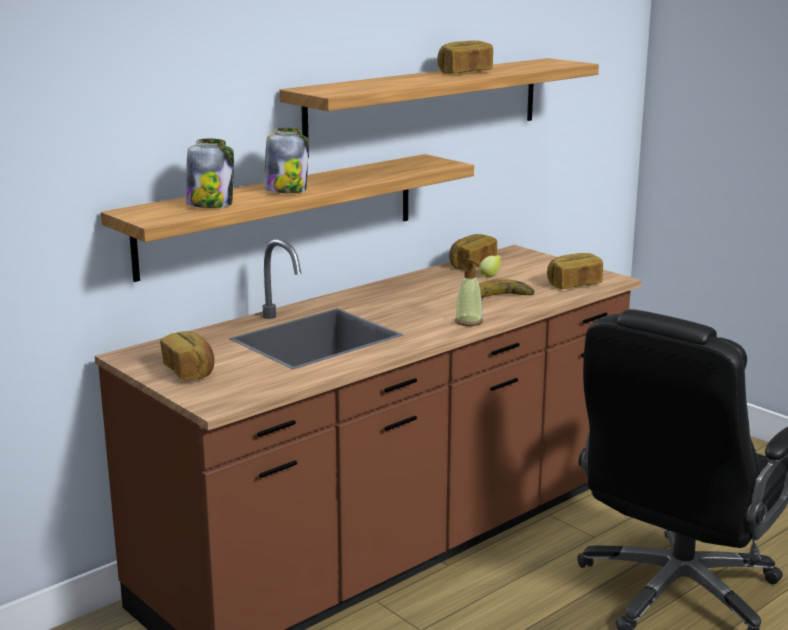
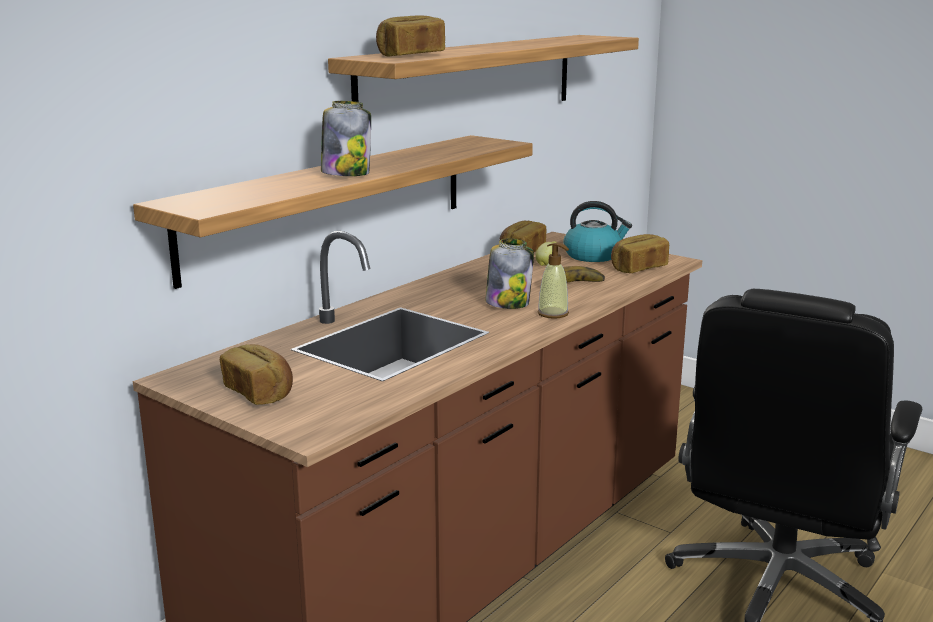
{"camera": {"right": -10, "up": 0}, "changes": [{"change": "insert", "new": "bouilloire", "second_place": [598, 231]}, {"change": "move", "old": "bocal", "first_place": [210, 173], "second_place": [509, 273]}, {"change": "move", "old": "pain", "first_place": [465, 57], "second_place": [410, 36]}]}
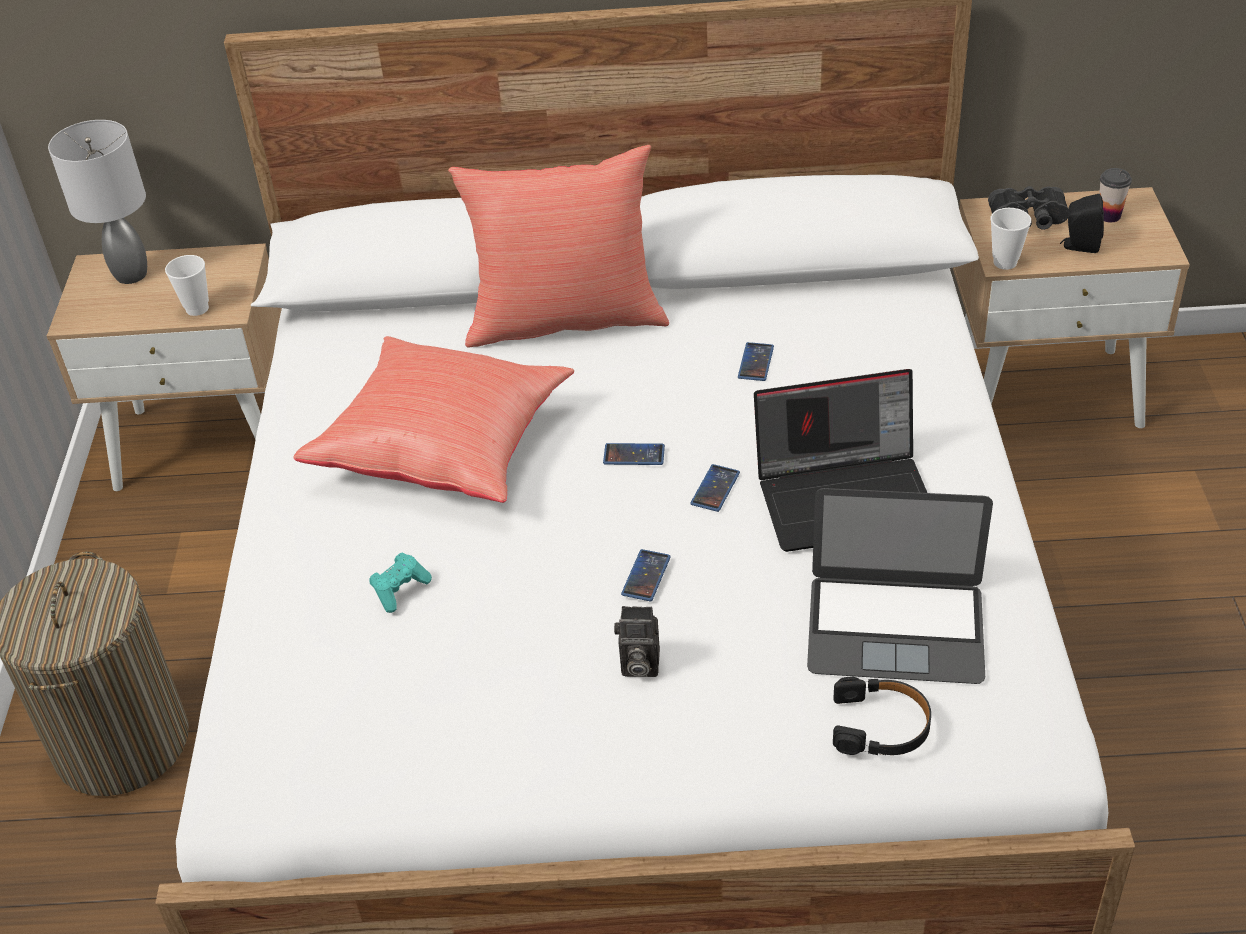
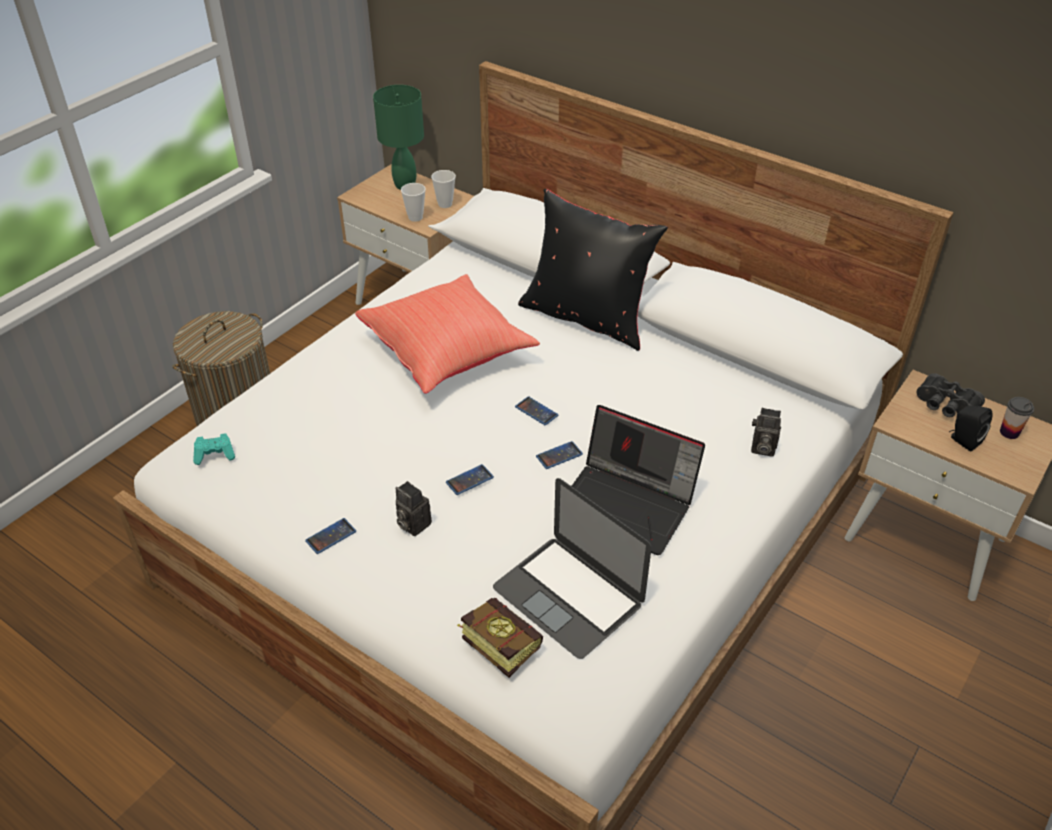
{"camera": {"right": 35, "up": 0}, "changes": [{"change": "insert", "new": "appareil photo", "second_place": [766, 432]}, {"change": "move", "old": "manette (turquoise)", "first_place": [400, 583], "second_place": [214, 449]}, {"change": "move", "old": "téléphone", "first_place": [756, 361], "second_place": [330, 536]}, {"change": "move", "old": "tasse", "first_place": [1011, 239], "second_place": [443, 189]}, {"change": "replace", "old": "casque audio (noir)", "new": "livre", "first_place": [882, 716], "second_place": [500, 638]}, {"change": "recolor", "old": "lampe de table (gris)", "new": "lampe de table (vert)", "first_place": [97, 202], "second_place": [398, 137]}, {"change": "recolor", "old": "coussin (rouge)", "new": "coussin (noir)", "first_place": [558, 246], "second_place": [593, 270]}]}
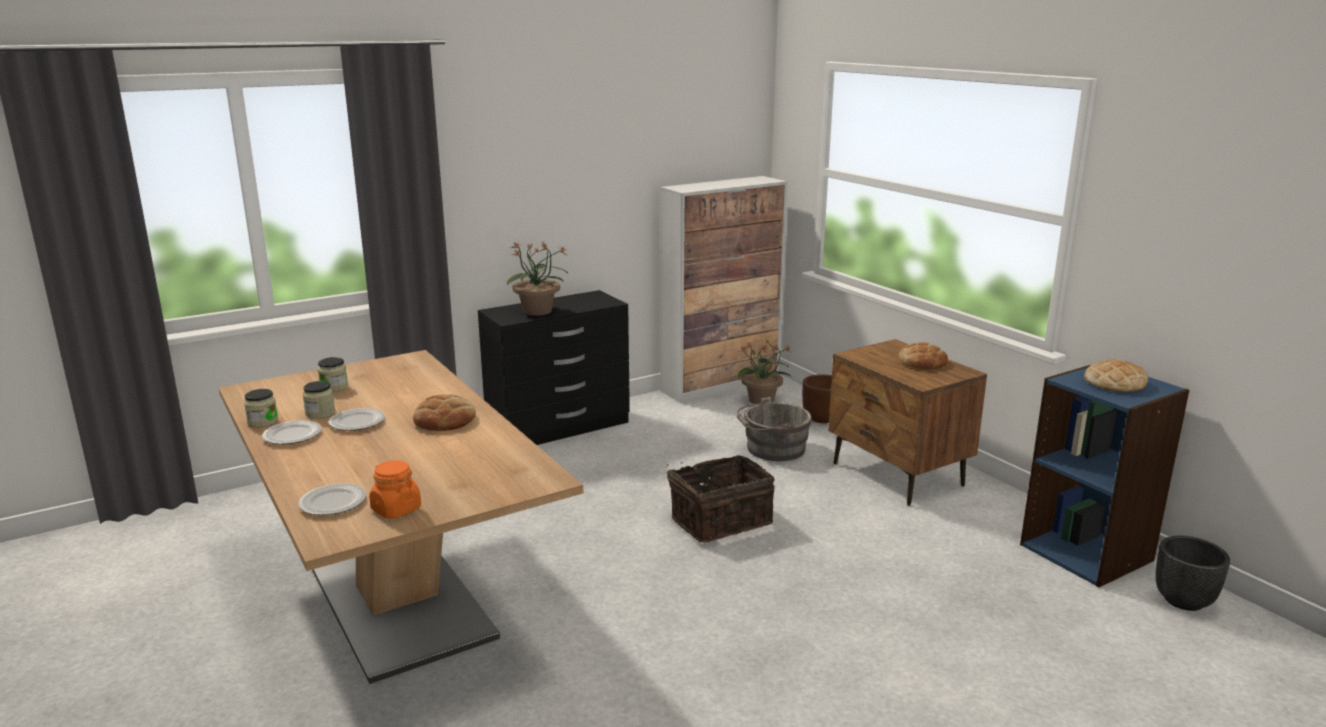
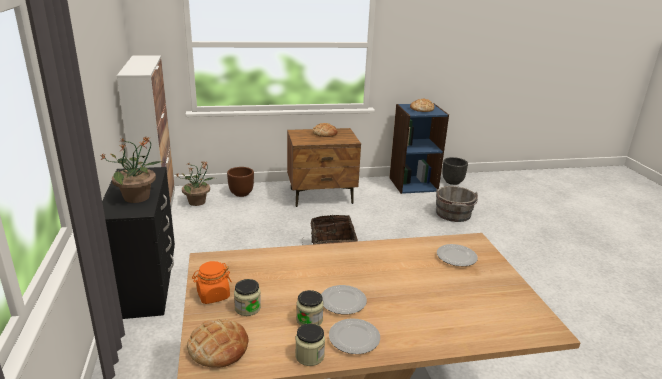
{"camera": {"right": -70, "up": 5}, "changes": [{"change": "move", "old": "assiette", "first_place": [332, 499], "second_place": [457, 255]}, {"change": "move", "old": "bocal (orange)", "first_place": [395, 489], "second_place": [212, 282]}, {"change": "move", "old": "pain", "first_place": [444, 412], "second_place": [218, 343]}, {"change": "move", "old": "seau (gris)", "first_place": [774, 429], "second_place": [457, 204]}]}
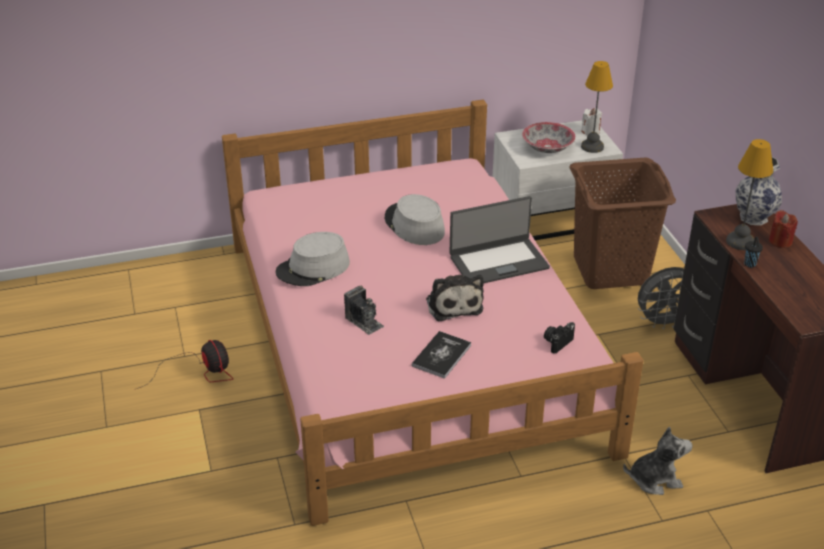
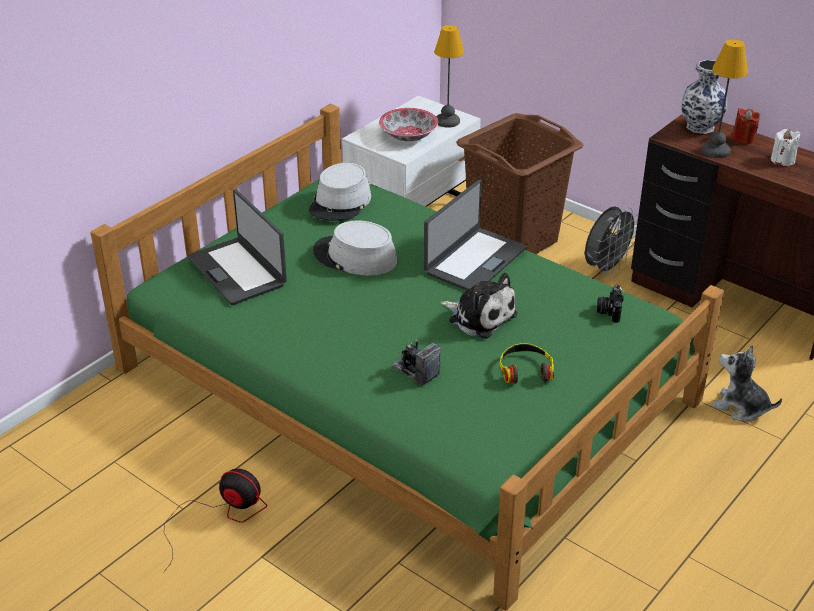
{"camera": {"right": -35, "up": 0}, "changes": [{"change": "delete", "old": "tasse (noir)", "first_place": [753, 251]}, {"change": "insert", "new": "ordinateur portable", "second_place": [237, 247]}, {"change": "move", "old": "chapeau (gris)", "first_place": [312, 259], "second_place": [340, 192]}, {"change": "move", "old": "bougie (blanc)", "first_place": [591, 121], "second_place": [785, 147]}, {"change": "replace", "old": "livre", "new": "casque audio", "first_place": [441, 355], "second_place": [527, 363]}, {"change": "recolor", "old": "lit (rose)", "new": "lit (vert)", "first_place": [433, 313], "second_place": [407, 357]}, {"change": "rotate", "old": "appareil photo", "first_place": [364, 310], "second_place": [416, 362], "degrees": -150}, {"change": "rotate", "old": "peluche", "first_place": [657, 461], "second_place": [747, 383], "degrees": -105}]}
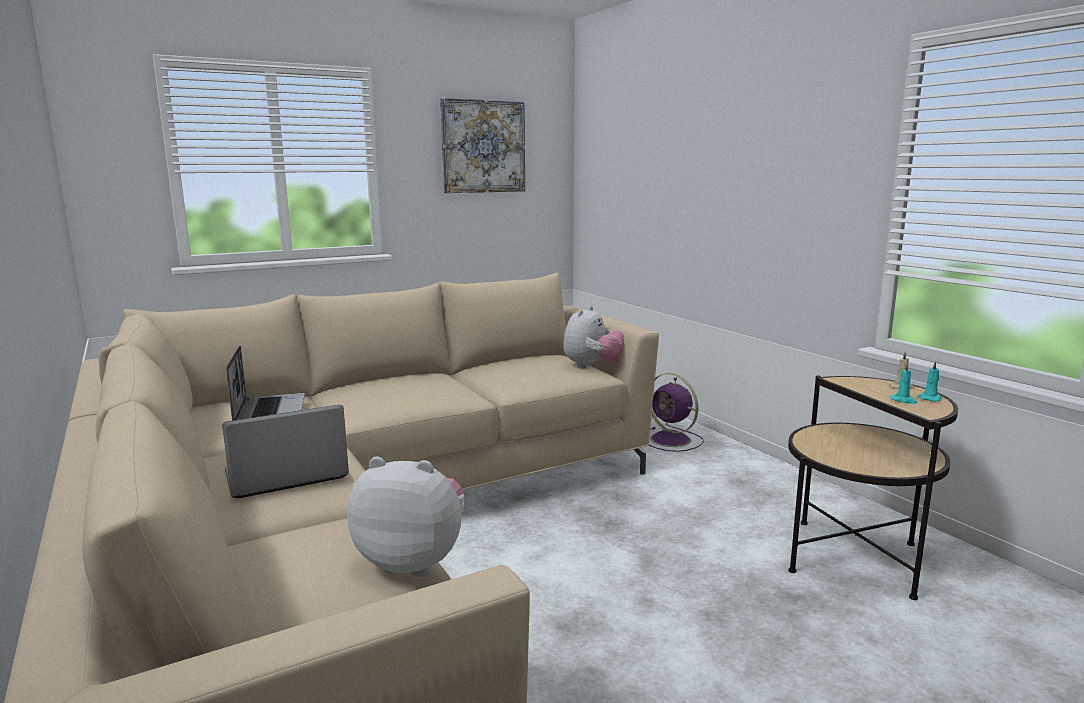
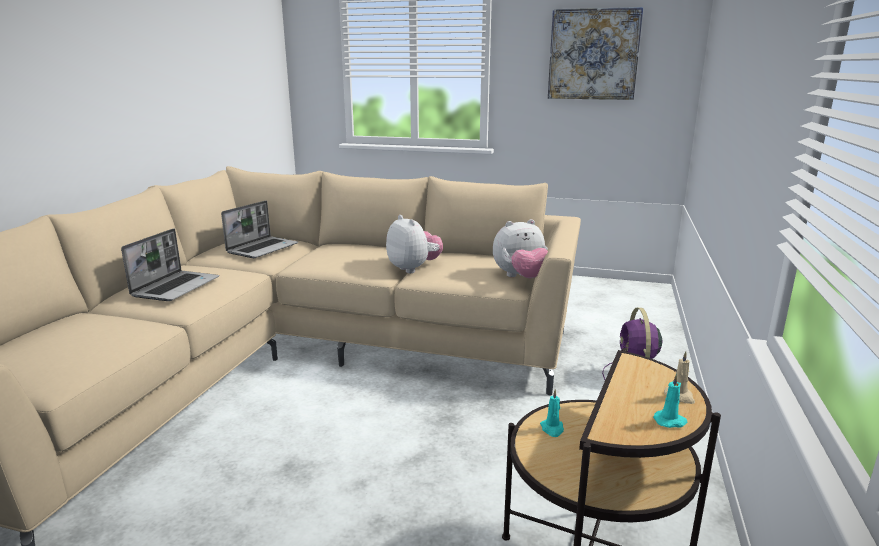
{"camera": {"right": 45, "up": 5}, "changes": [{"change": "move", "old": "peluche", "first_place": [406, 517], "second_place": [414, 244]}, {"change": "move", "old": "bougie (turquoise)", "first_place": [903, 383], "second_place": [552, 413]}, {"change": "rotate", "old": "ordinateur portable", "first_place": [285, 451], "second_place": [170, 264], "degrees": 90}]}
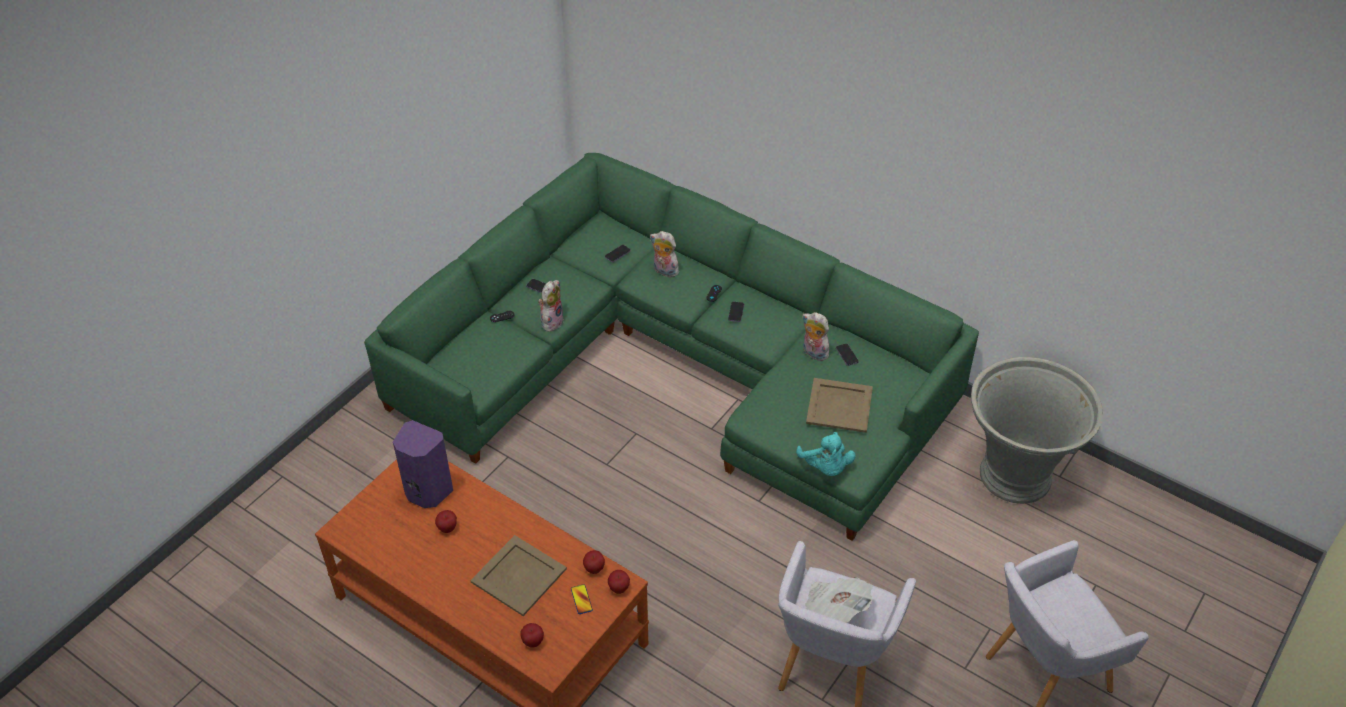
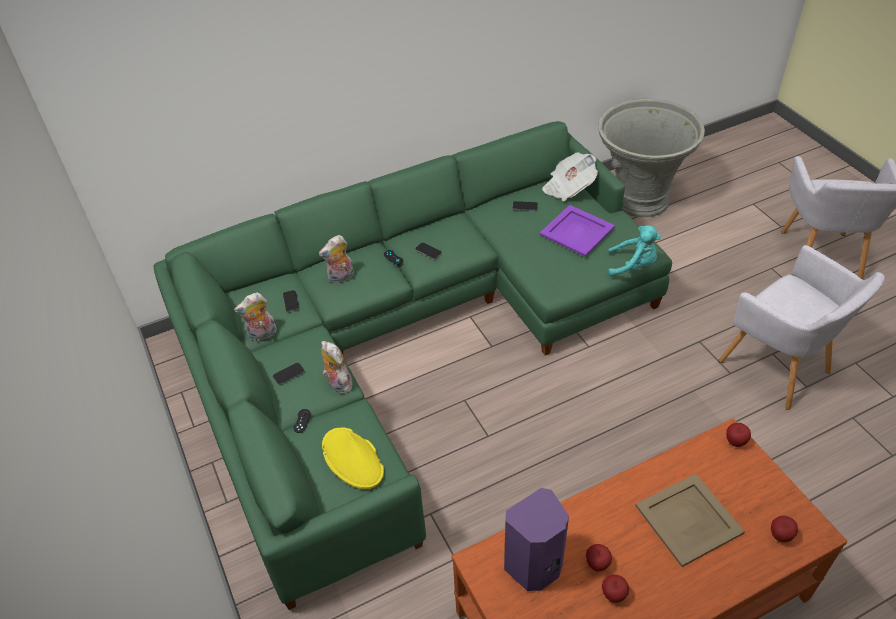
{"camera": {"right": -60, "up": 0}, "changes": [{"change": "delete", "old": "téléphone", "first_place": [582, 599]}, {"change": "insert", "new": "chapeau (jaune)", "second_place": [353, 458]}, {"change": "move", "old": "pomme", "first_place": [594, 562], "second_place": [615, 589]}, {"change": "move", "old": "peluche", "first_place": [815, 336], "second_place": [255, 316]}, {"change": "move", "old": "journal", "first_place": [839, 600], "second_place": [570, 176]}, {"change": "recolor", "old": "plateau (beige)", "new": "plateau (violet)", "first_place": [839, 405], "second_place": [577, 231]}]}
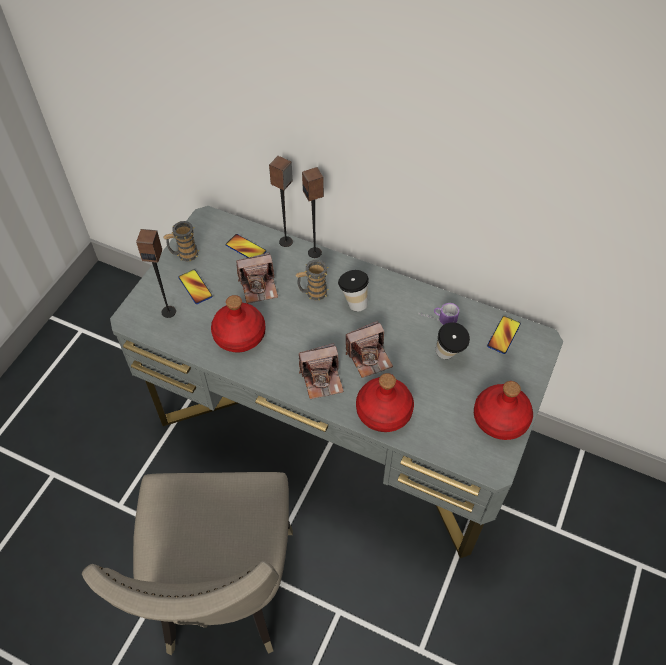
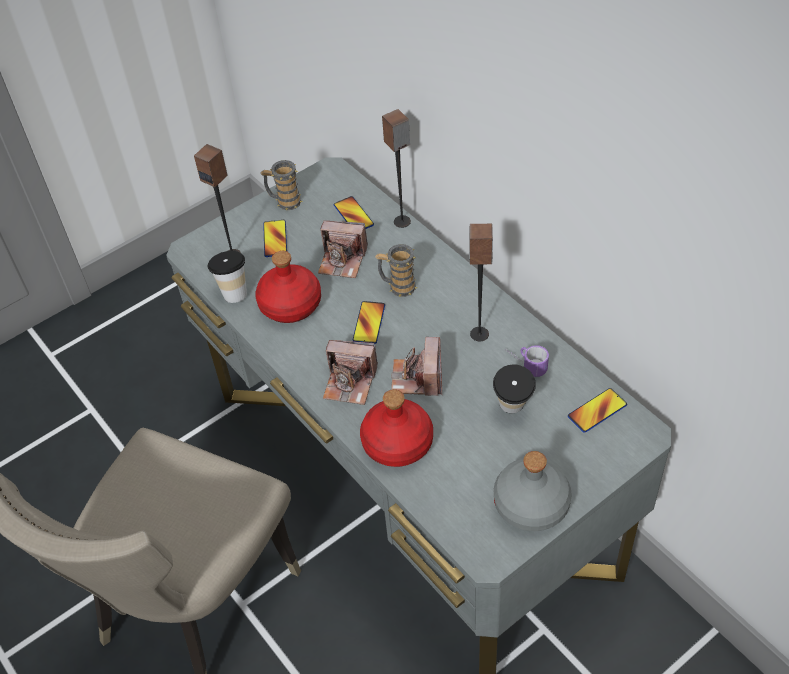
{"camera": {"right": 30, "up": -5}, "changes": [{"change": "insert", "new": "téléphone", "second_place": [369, 322]}, {"change": "move", "old": "enceinte", "first_place": [313, 212], "second_place": [481, 282]}, {"change": "move", "old": "tasse", "first_place": [353, 291], "second_place": [227, 277]}, {"change": "recolor", "old": "bouteille (rouge)", "new": "bouteille (gris)", "first_place": [503, 410], "second_place": [533, 491]}, {"change": "rotate", "old": "appareil photo", "first_place": [369, 349], "second_place": [416, 366], "degrees": 90}]}
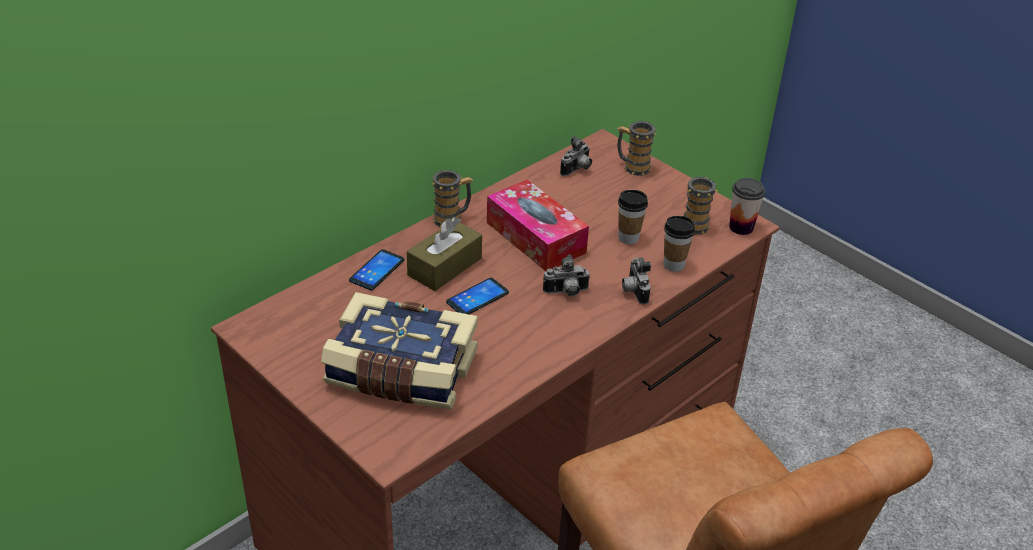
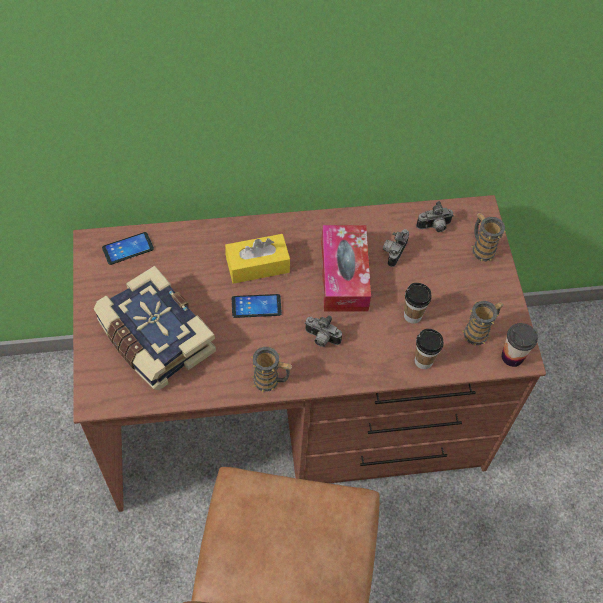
{"camera": {"right": 35, "up": 20}, "changes": [{"change": "move", "old": "téléphone", "first_place": [377, 269], "second_place": [128, 248]}, {"change": "move", "old": "mug", "first_place": [452, 198], "second_place": [271, 369]}, {"change": "move", "old": "appareil photo", "first_place": [636, 281], "second_place": [396, 248]}, {"change": "recolor", "old": "boîte à mouchoirs (marron)", "new": "boîte à mouchoirs (jaune)", "first_place": [444, 254], "second_place": [257, 259]}]}
